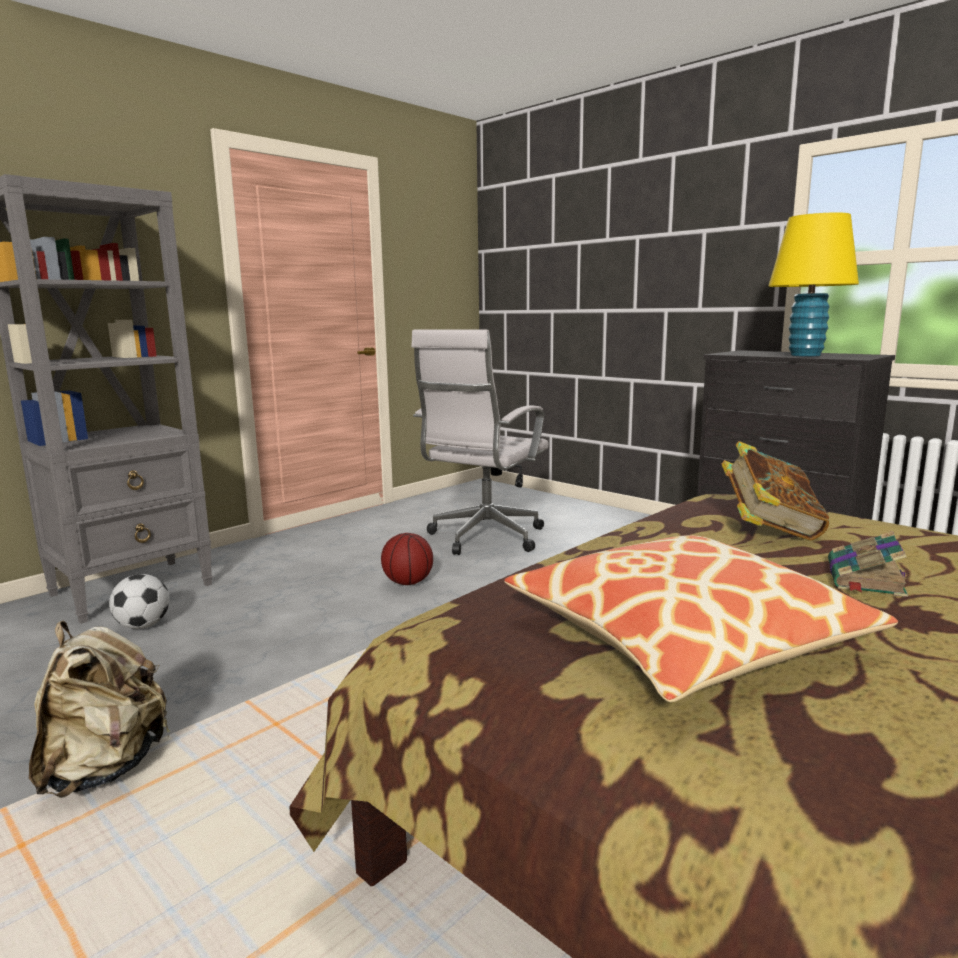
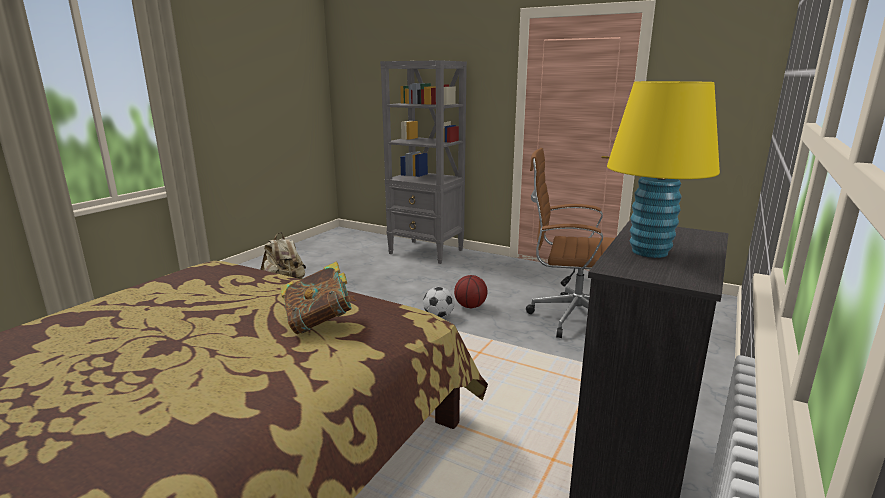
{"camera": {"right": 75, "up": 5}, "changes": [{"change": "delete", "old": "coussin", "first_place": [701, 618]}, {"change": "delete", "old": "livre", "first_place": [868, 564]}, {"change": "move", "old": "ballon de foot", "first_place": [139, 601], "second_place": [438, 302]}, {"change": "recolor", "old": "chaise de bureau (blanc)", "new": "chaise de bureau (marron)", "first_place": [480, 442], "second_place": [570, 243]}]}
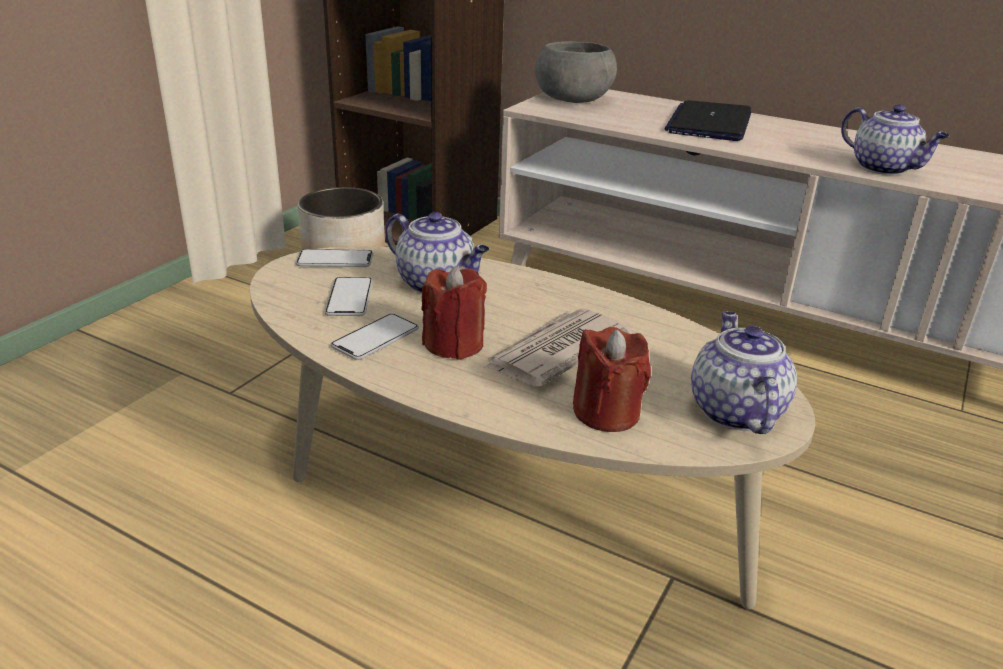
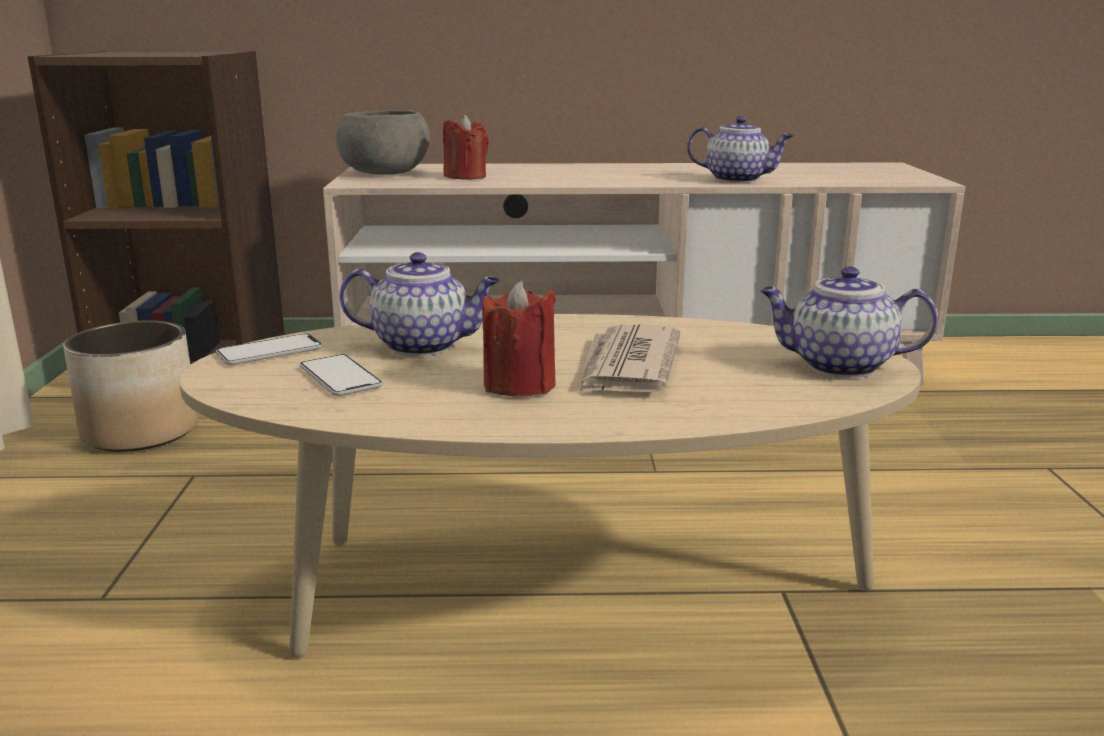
{"camera": {"right": -30, "up": -10}, "changes": [{"change": "delete", "old": "téléphone", "first_place": [375, 337]}, {"change": "delete", "old": "ordinateur portable", "first_place": [708, 120]}, {"change": "move", "old": "bougie (rouge)", "first_place": [612, 379], "second_place": [466, 147]}, {"change": "rotate", "old": "théière", "first_place": [744, 372], "second_place": [849, 322], "degrees": -45}]}
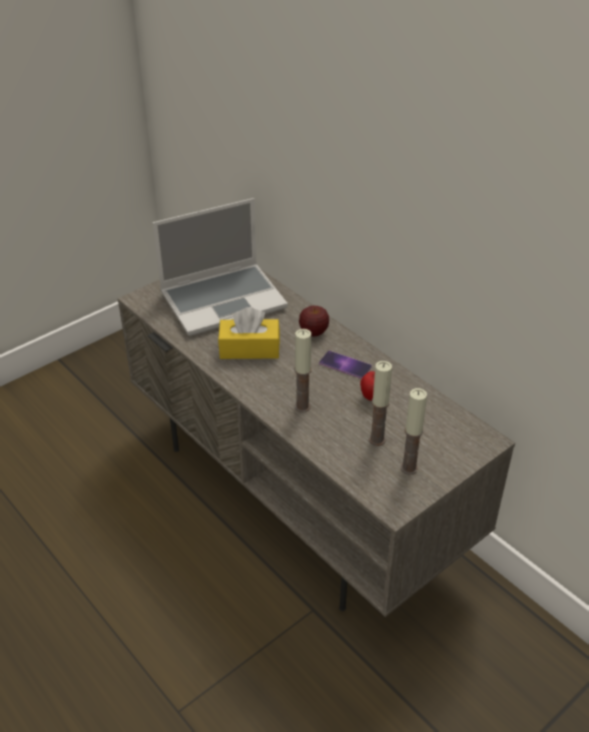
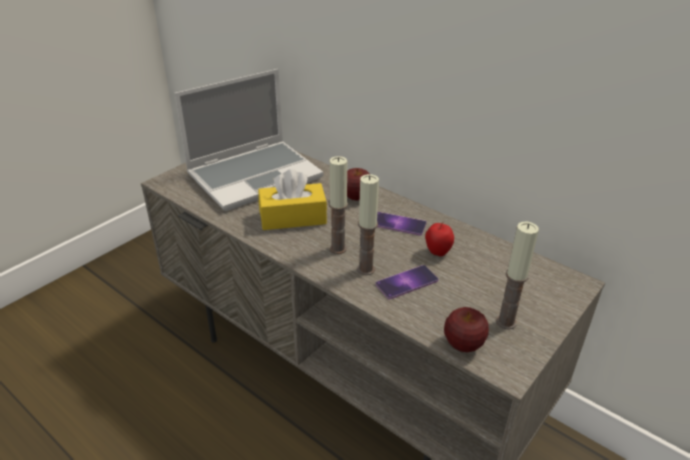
{"camera": {"right": -10, "up": -5}, "changes": [{"change": "insert", "new": "téléphone", "second_place": [407, 282]}, {"change": "insert", "new": "pomme", "second_place": [466, 329]}, {"change": "move", "old": "bougie", "first_place": [380, 403], "second_place": [338, 205]}]}
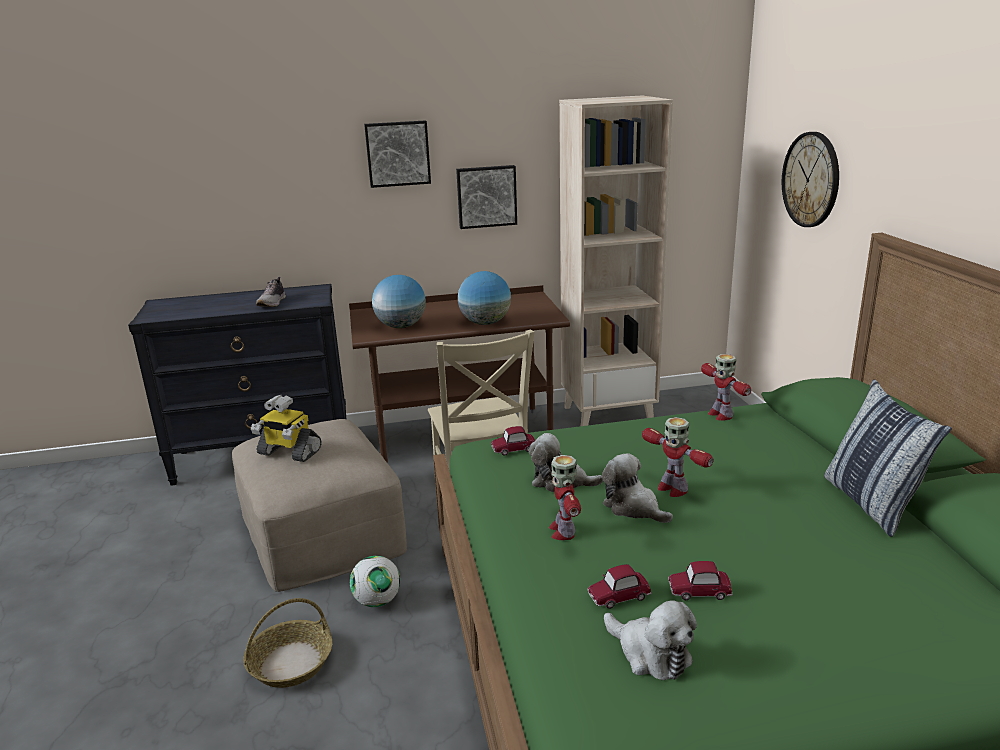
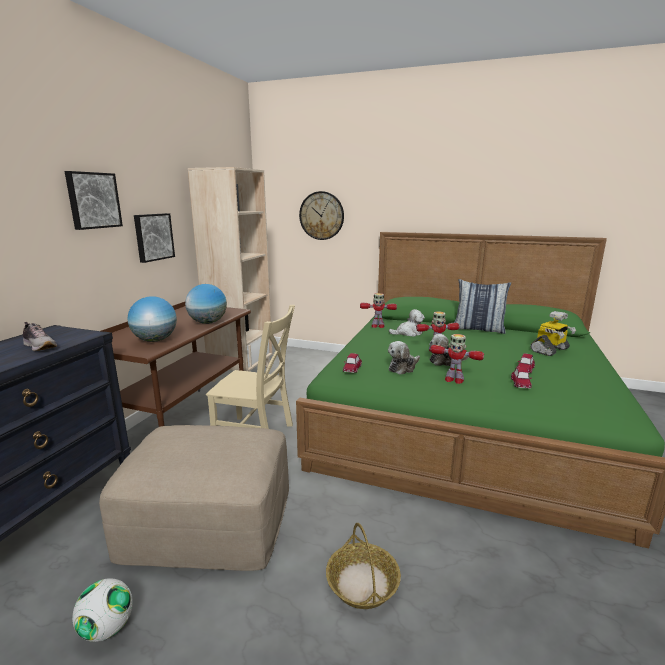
{"camera": {"right": -60, "up": -5}, "changes": [{"change": "move", "old": "robot jouet", "first_place": [286, 428], "second_place": [553, 333]}, {"change": "move", "old": "ballon de foot", "first_place": [375, 581], "second_place": [102, 610]}, {"change": "move", "old": "peluche", "first_place": [650, 640], "second_place": [407, 323]}]}
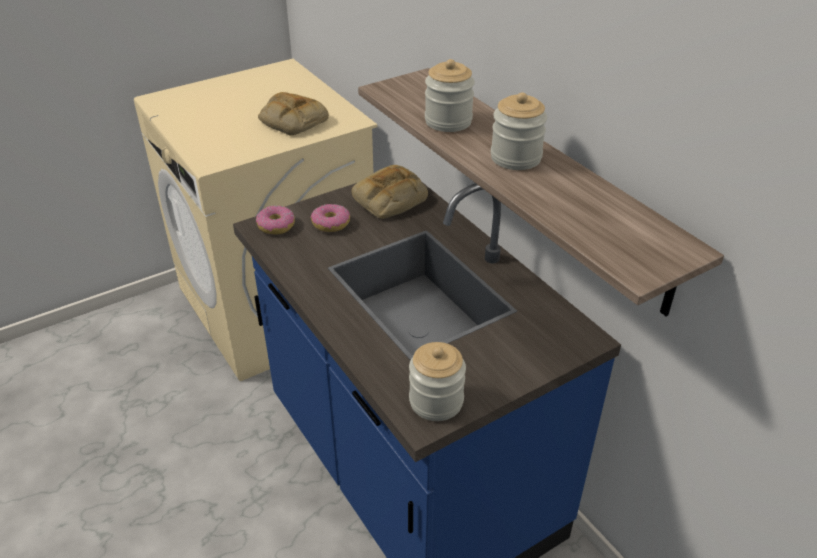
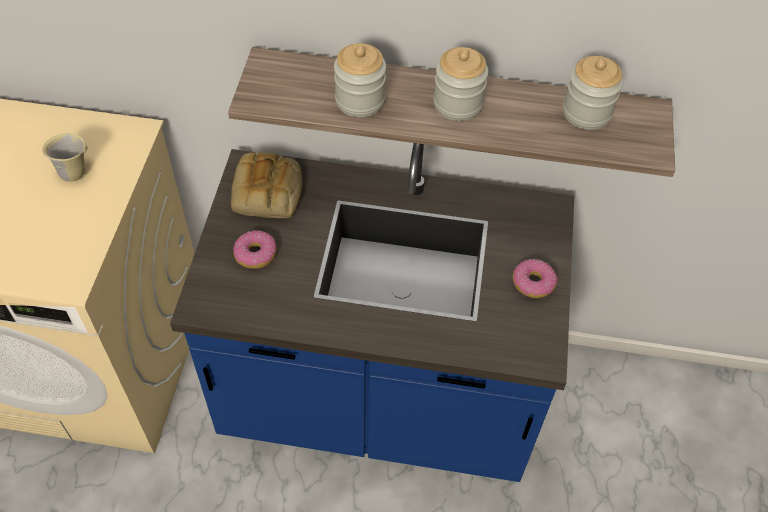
{"camera": {"right": -50, "up": 15}, "changes": [{"change": "move", "old": "beignet", "first_place": [275, 220], "second_place": [535, 278]}, {"change": "move", "old": "bocal", "first_place": [437, 381], "second_place": [593, 93]}, {"change": "replace", "old": "pain", "new": "mug (beige)", "first_place": [293, 113], "second_place": [64, 157]}]}
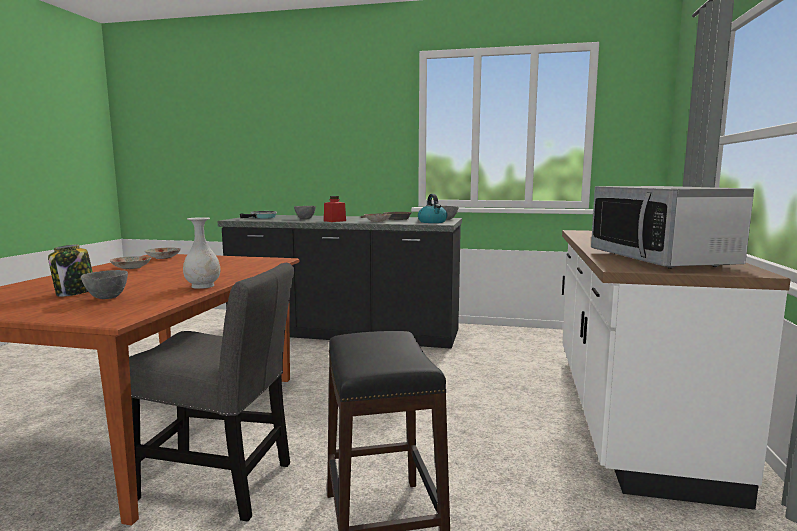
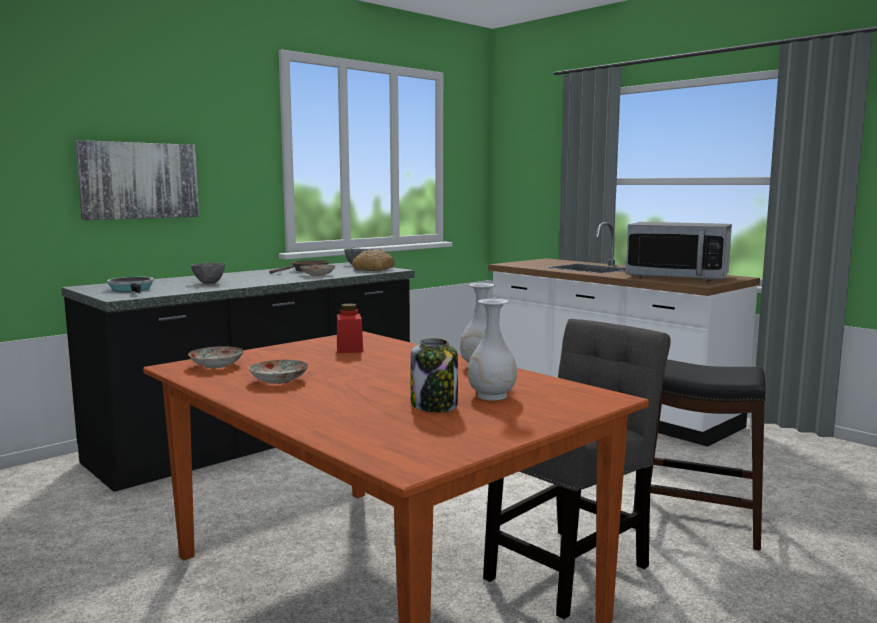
{"camera": {"right": -55, "up": 0}, "changes": [{"change": "insert", "new": "tableau", "second_place": [137, 180]}, {"change": "move", "old": "bocal (rouge)", "first_place": [335, 209], "second_place": [350, 328]}, {"change": "replace", "old": "bol (gris)", "new": "vase (blanc)", "first_place": [104, 284], "second_place": [492, 350]}, {"change": "replace", "old": "bouilloire", "new": "pain", "first_place": [432, 208], "second_place": [373, 260]}]}
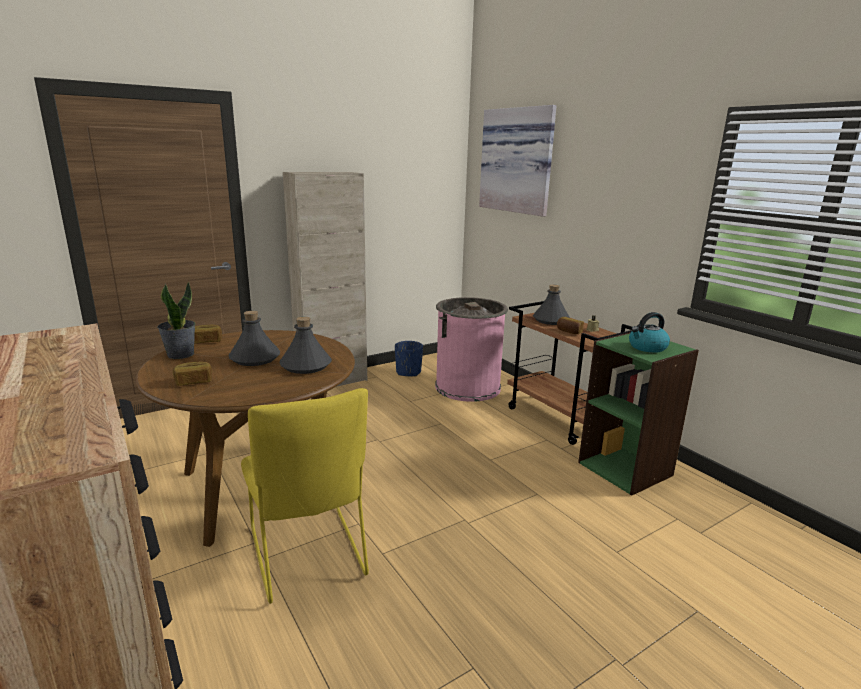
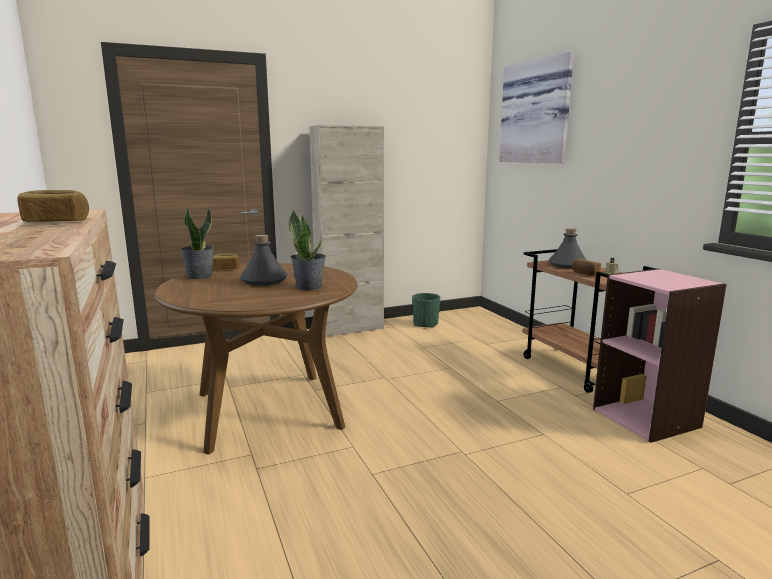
{"camera": {"right": 10, "up": -5}, "changes": [{"change": "delete", "old": "chaise (jaune)", "first_place": [305, 496]}, {"change": "delete", "old": "poubelle (rose)", "first_place": [471, 349]}, {"change": "delete", "old": "bouilloire", "first_place": [649, 332]}, {"change": "move", "old": "pain", "first_place": [192, 373], "second_place": [53, 206]}, {"change": "replace", "old": "bouteille (gris)", "new": "plante en pot", "first_place": [305, 345], "second_place": [307, 250]}, {"change": "recolor", "old": "cache-pot (bleu)", "new": "cache-pot (vert)", "first_place": [409, 359], "second_place": [426, 310]}, {"change": "recolor", "old": "bibliothèque (vert)", "new": "bibliothèque (rose)", "first_place": [638, 414], "second_place": [660, 356]}]}
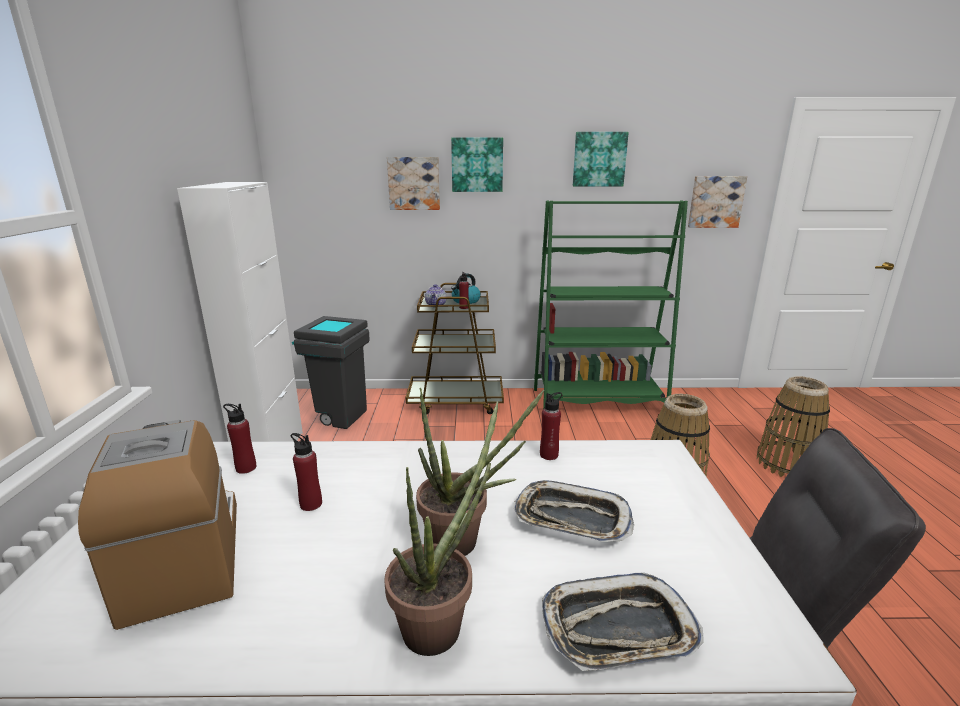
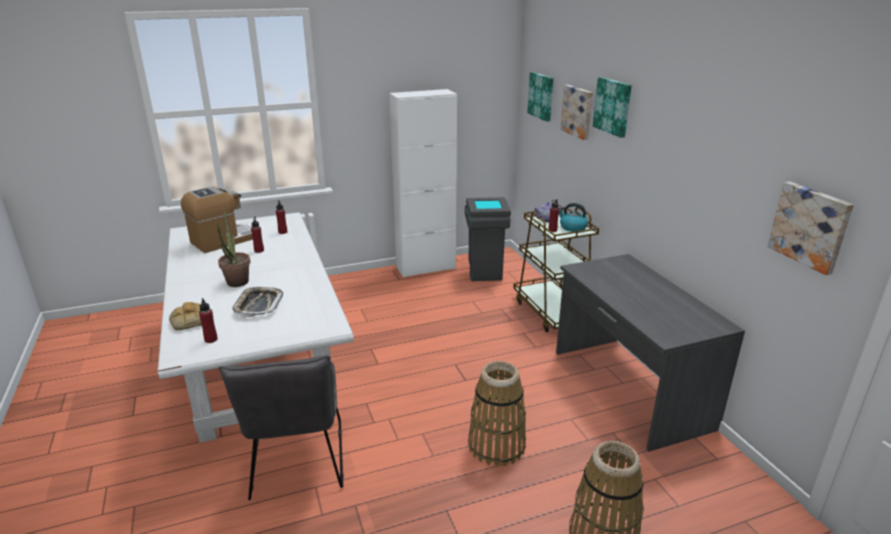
{"camera": {"right": 70, "up": 5}, "changes": [{"change": "delete", "old": "plante en pot", "first_place": [441, 529]}, {"change": "move", "old": "bouteille (rouge)", "first_place": [551, 426], "second_place": [208, 320]}, {"change": "move", "old": "tableau", "first_place": [601, 159], "second_place": [540, 97]}, {"change": "replace", "old": "bibliothèque (vert)", "new": "bureau (gris)", "first_place": [611, 305], "second_place": [650, 353]}, {"change": "replace", "old": "plateau", "new": "pain", "first_place": [622, 622], "second_place": [185, 316]}]}
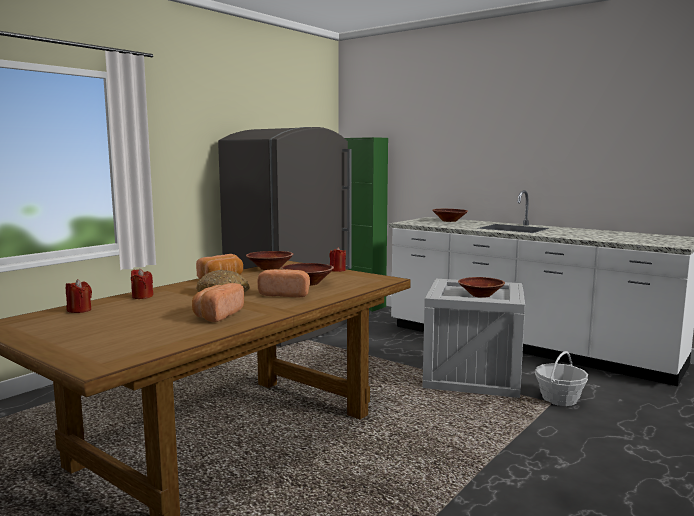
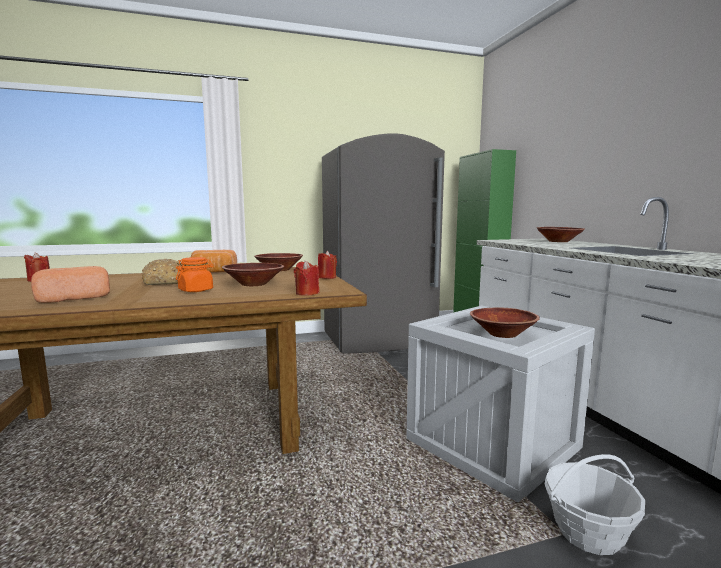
{"camera": {"right": 35, "up": 0}, "changes": [{"change": "move", "old": "bougie (rouge)", "first_place": [142, 283], "second_place": [306, 278]}, {"change": "replace", "old": "pain", "new": "bocal (orange)", "first_place": [283, 283], "second_place": [194, 274]}]}
